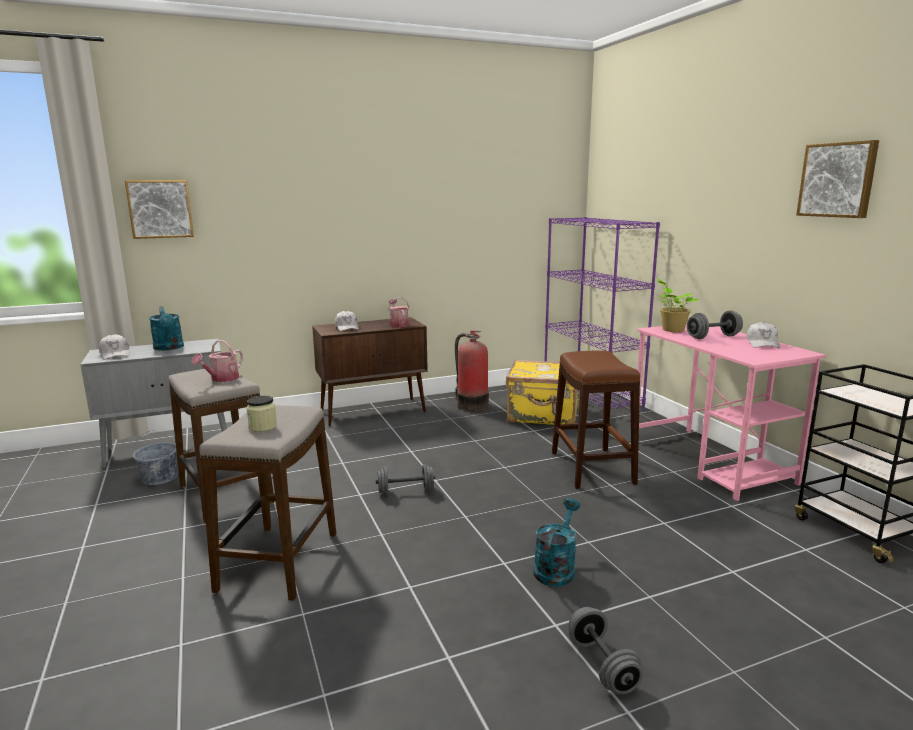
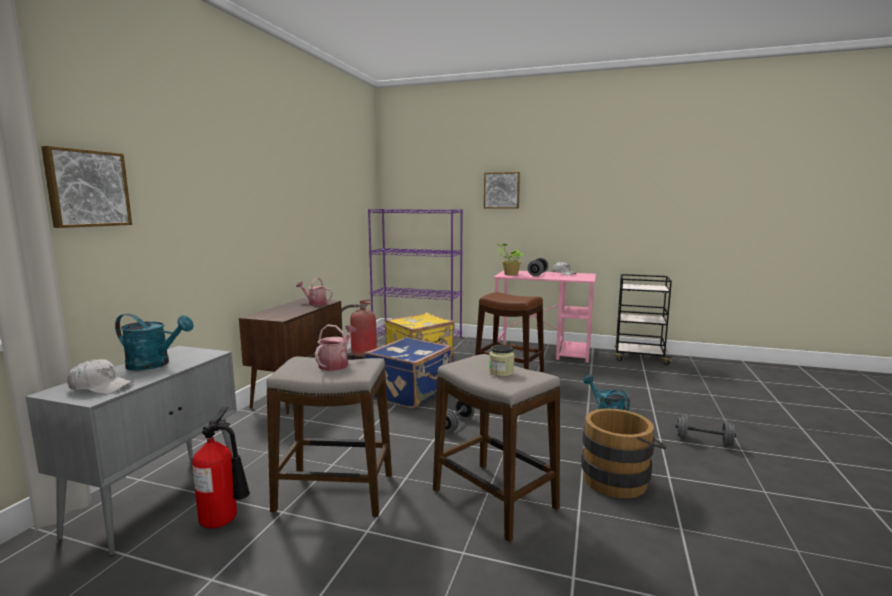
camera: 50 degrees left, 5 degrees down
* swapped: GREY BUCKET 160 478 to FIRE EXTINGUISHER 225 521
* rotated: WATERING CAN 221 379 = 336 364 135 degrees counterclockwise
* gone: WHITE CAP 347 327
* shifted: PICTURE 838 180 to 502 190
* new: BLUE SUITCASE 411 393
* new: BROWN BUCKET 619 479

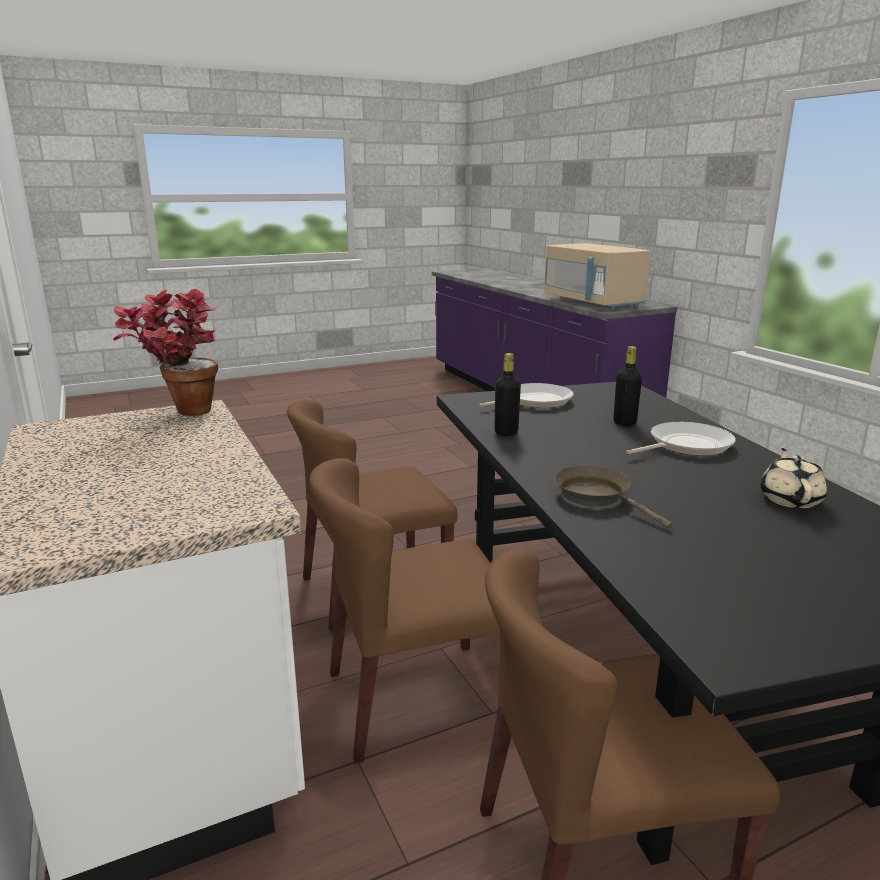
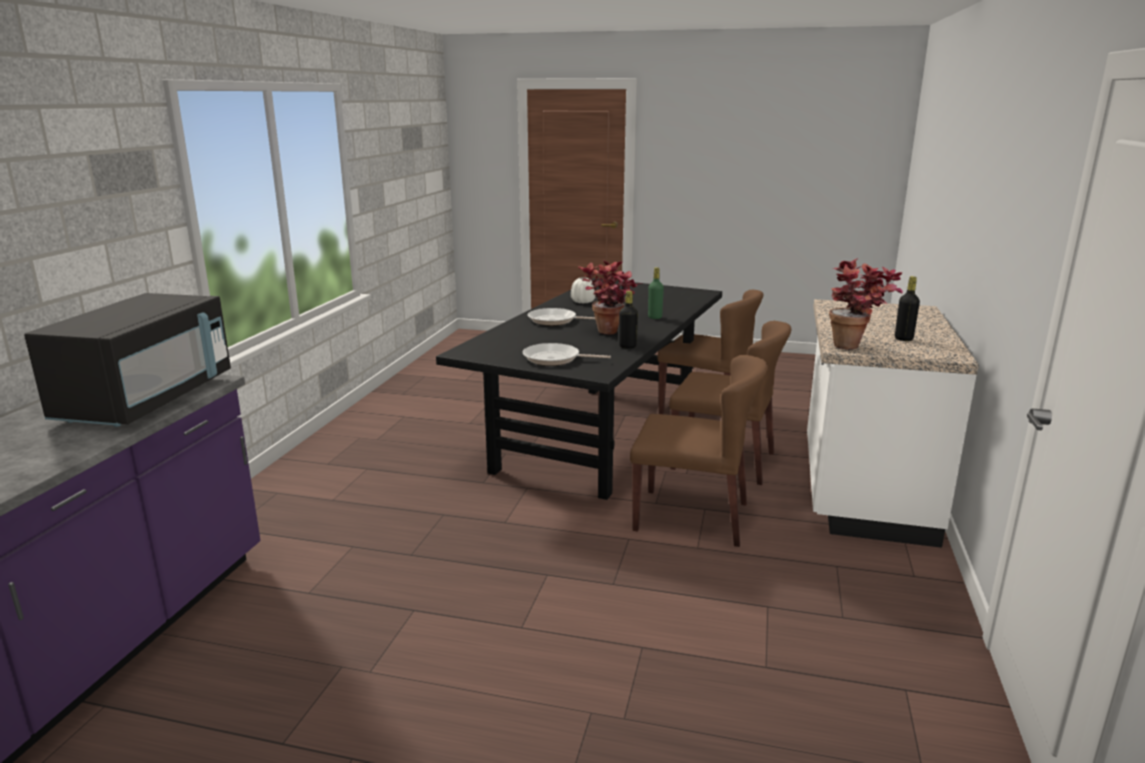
camera: 140 degrees left, 0 degrees up
* repainted: BEIGE MICROWAVE 592 303 to BLACK MICROWAVE 148 400
* swapped: BROWN FRYING PAN 597 497 to GREEN BOTTLE 655 317
* shifted: BLACK BOTTLE 624 423 to 903 339
* swapped: BEIGE TEAPOT 790 499 to WHITE VASE 583 302
* new: POTTED PLANT 610 334

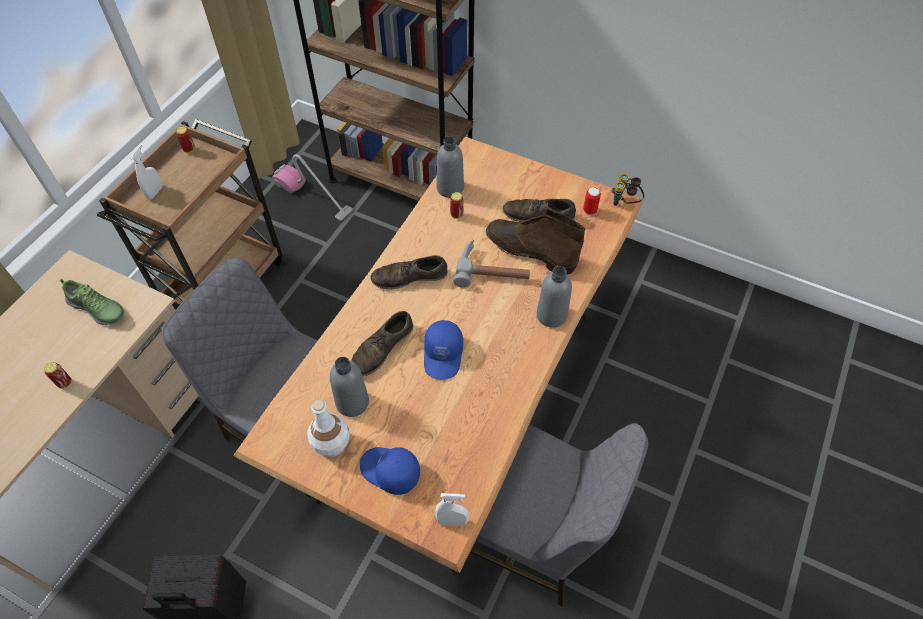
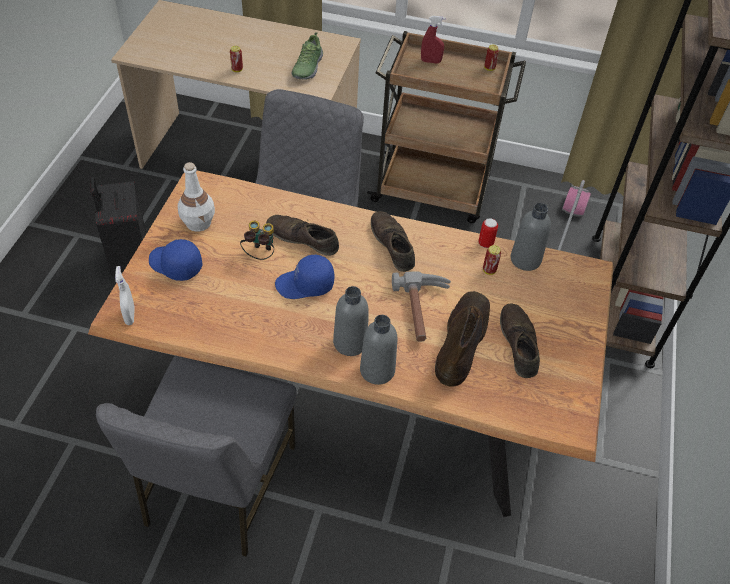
camera: 75 degrees right, 5 degrees down
* repainted: WHITE SPRAY BOTTLE 155 192 to RED SPRAY BOTTLE 431 61
* shifted: GREY BOTTLE 352 402 to 350 342
* rotated: BLUE CAP 389 472 = 175 265 75 degrees counterclockwise
* shifted: CAN 589 210 to 485 243
* shifted: BINOCULARS 625 203 to 259 254

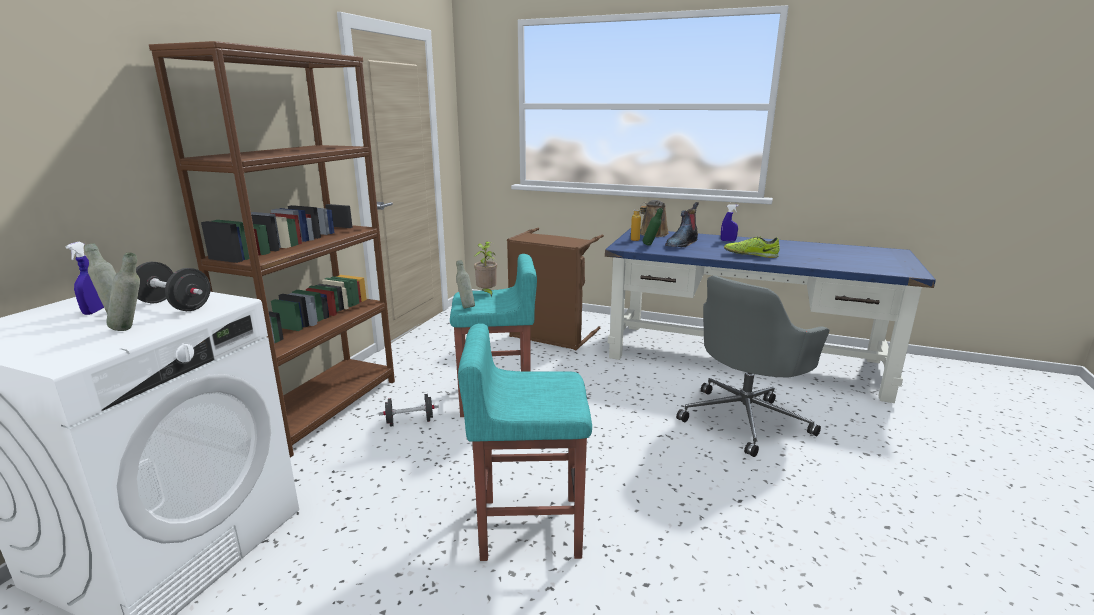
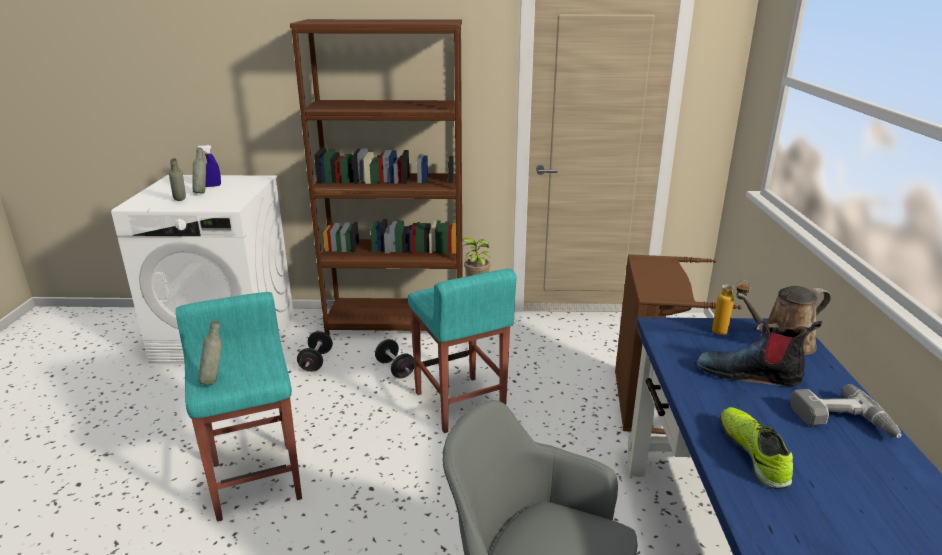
camera: 70 degrees right, 5 degrees up
* shifted: BLACK DUMBBELL 175 306 to 316 361
* shifted: GREY BOTTLE 465 307 to 214 380
* gone: GREEN BOTTLE 651 245
* swapped: BLUE SPRAY BOTTLE 728 241 to POWER DRILL 842 422

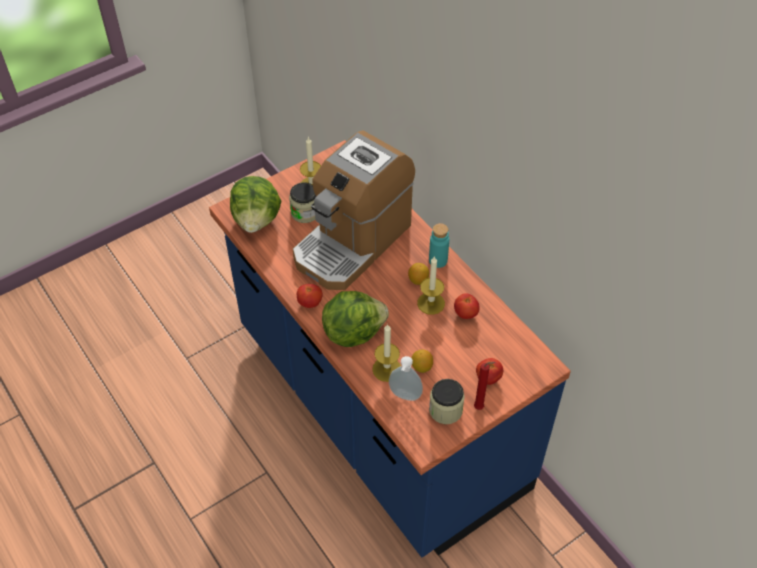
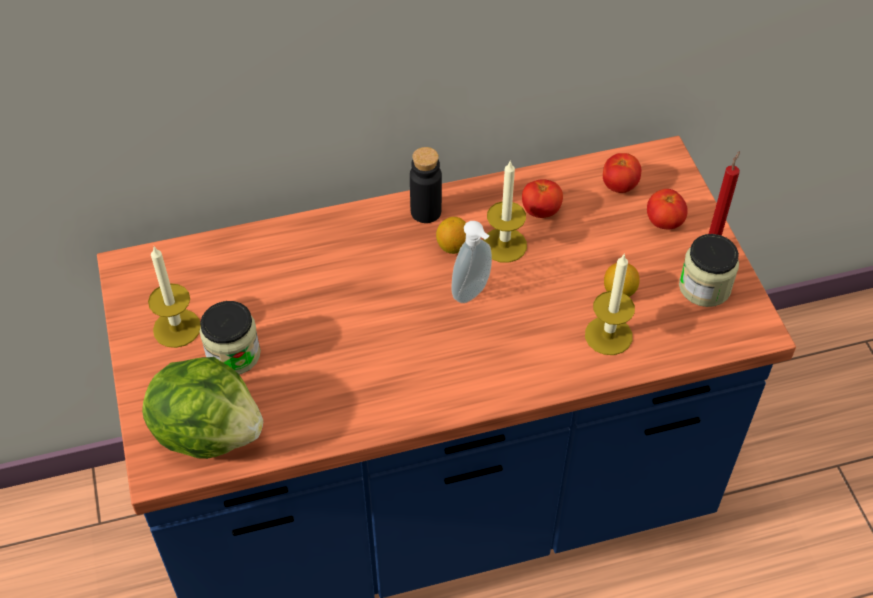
camera: 70 degrees left, 0 degrees up
* gone: COFFEE MACHINE 352 241
* shifted: TOMATO 310 303 to 619 186
* gone: LETTUCE 353 332
* shifted: SOAP DISPENSER 404 396 to 473 293
* repainted: TURQUOISE BOTTLE 438 260 to BLACK BOTTLE 426 211

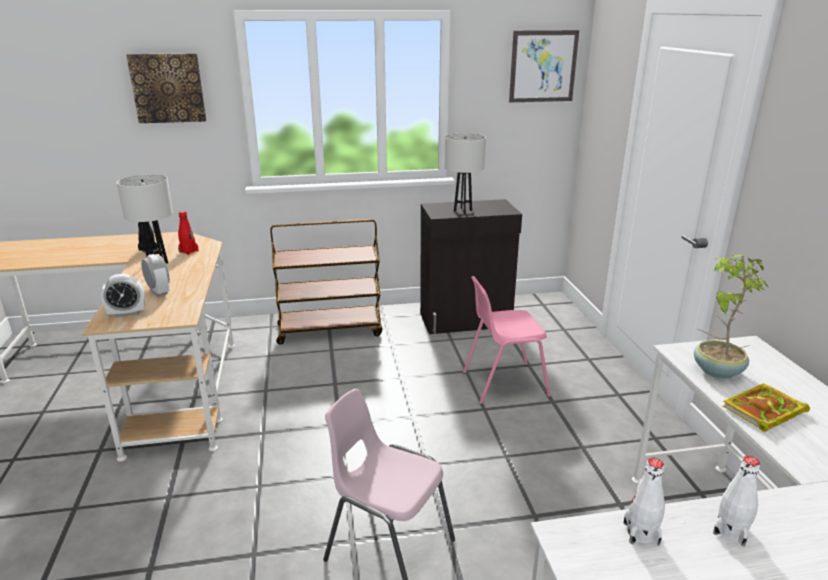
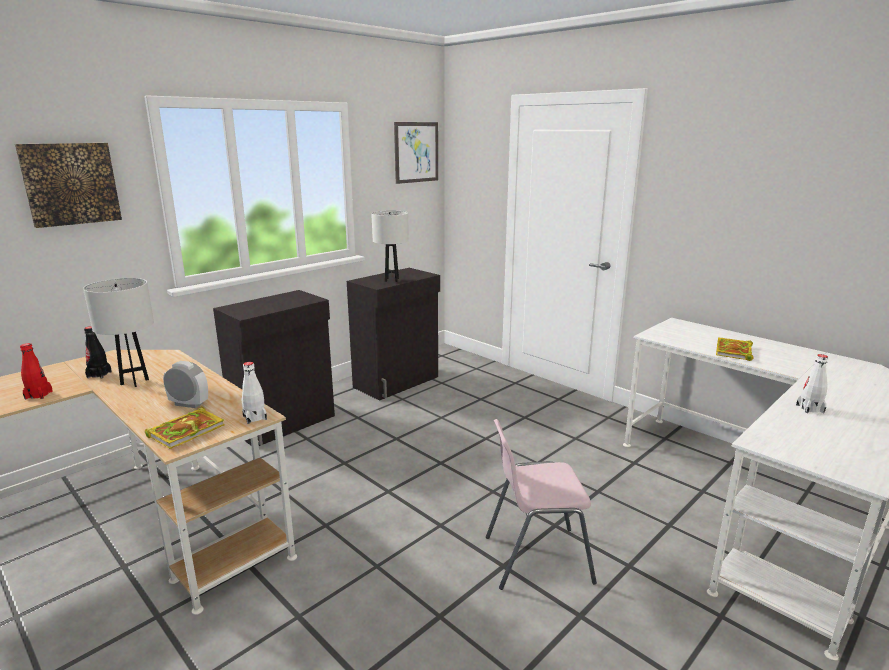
camera: 35 degrees left, 5 degrees down
* swapped: ALARM CLOCK 127 313 to BOOK 187 430
* shifted: RED BOTTLE 189 251 to 38 395
* swapped: BROWN CART 330 330 to BLACK CABINET 285 423
* gone: PINK CHAIR 503 383
* shifted: WHITE BOTTLE 641 533 to 255 417
* gone: POTTED PLANT 715 370

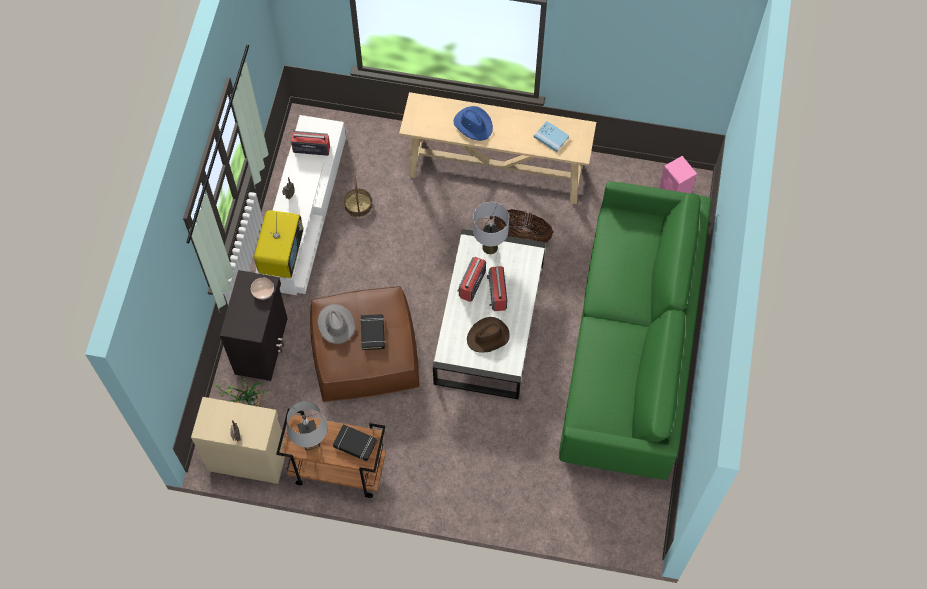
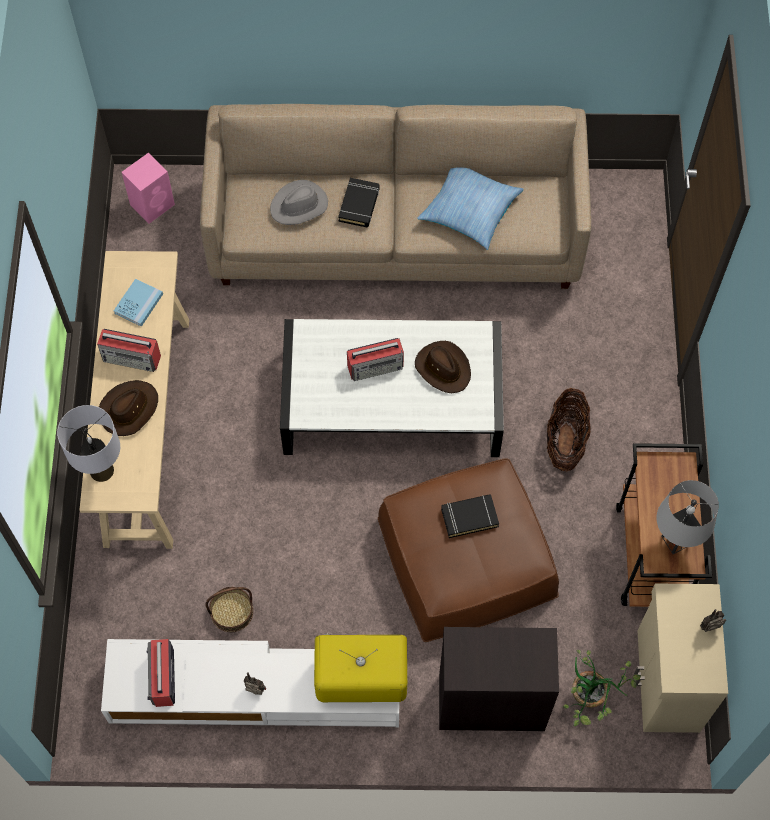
camera: 100 degrees left, 0 degrees up
* gone: BOWL 262 291
* shifted: GREY HAT 336 324 to 299 205
* shifted: BLACK BOOK 355 444 to 359 205
* repainted: BLUE HAT 473 124 to BROWN HAT 129 409
* shifted: RADIO 472 284 to 132 358
* shifted: GREY TABLE LAMP 490 247 to 101 470
* shifted: BASKET 522 235 to 565 441
* repainted: GREEN SOFA 630 347 to BEIGE SOFA 395 231
* new: PILLOW 470 209

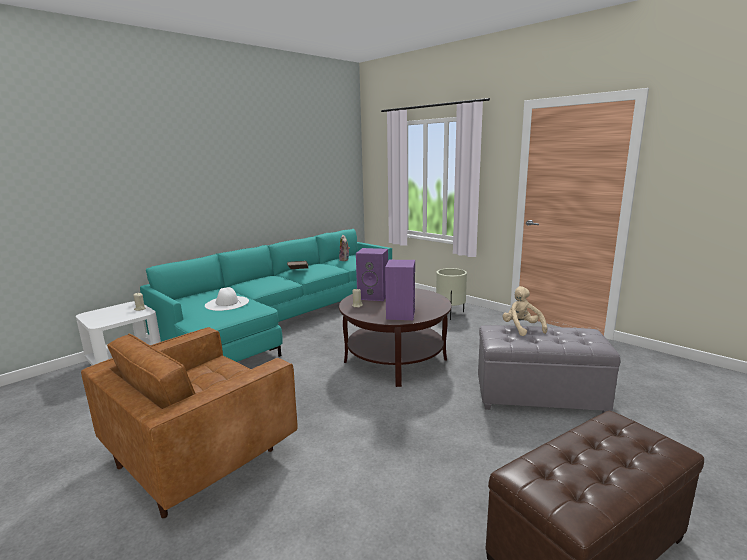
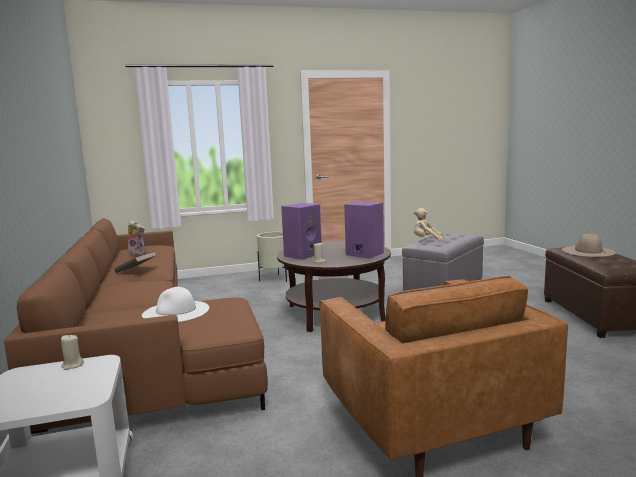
camera: 60 degrees left, 5 degrees down
* repainted: TURQUOISE SOFA 281 320 to BROWN SOFA 140 345
* new: BEIGE HAT 588 251

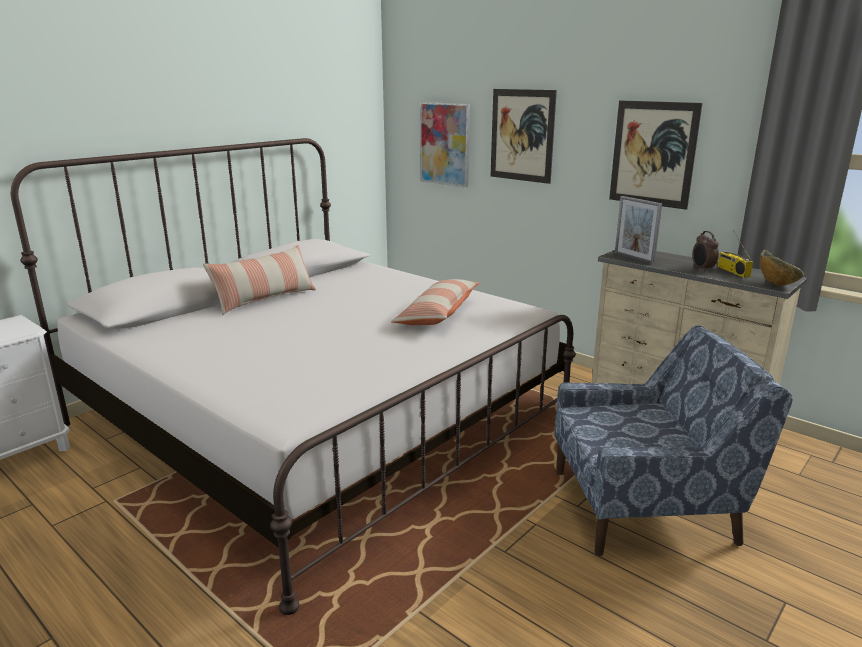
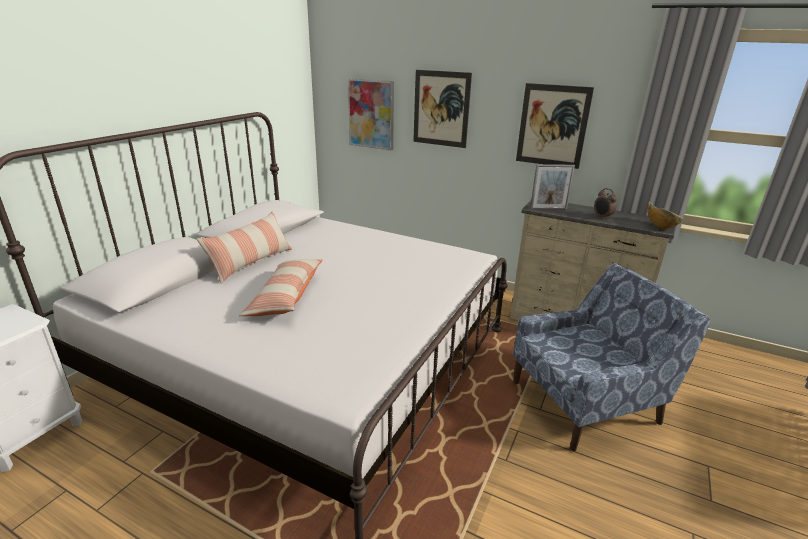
camera: 15 degrees left, 5 degrees up
* shifted: PILLOW 438 314 to 286 296
* rotated: PICTURE FRAME 633 258 = 548 209 45 degrees counterclockwise
* gone: RADIO 732 271

